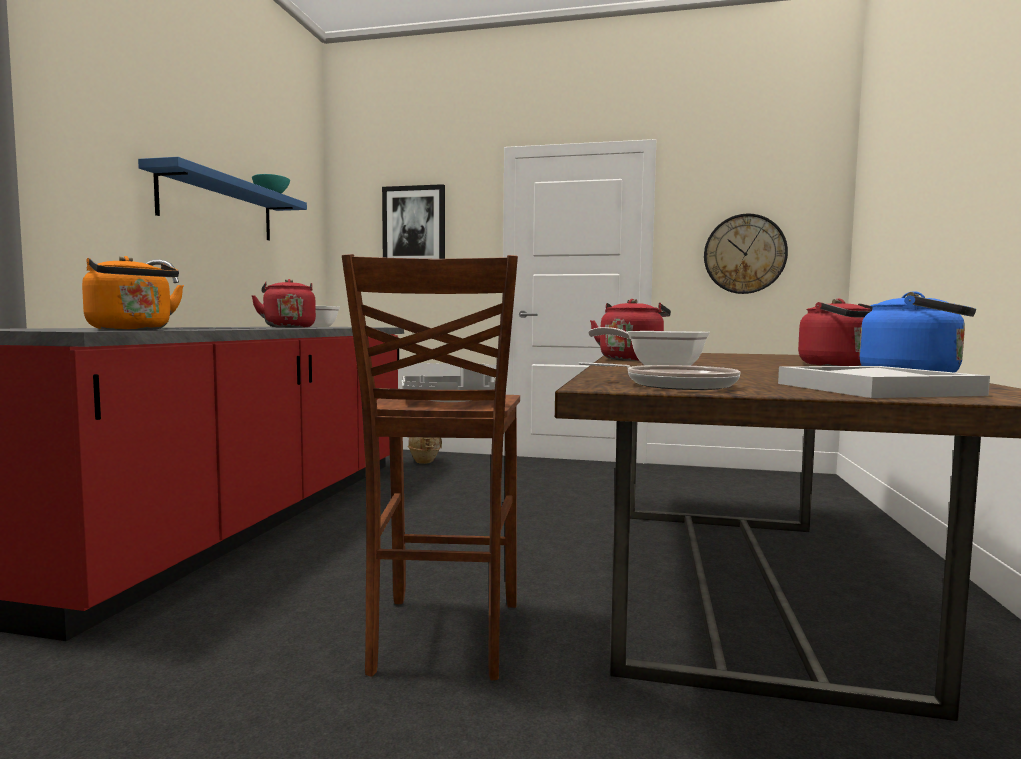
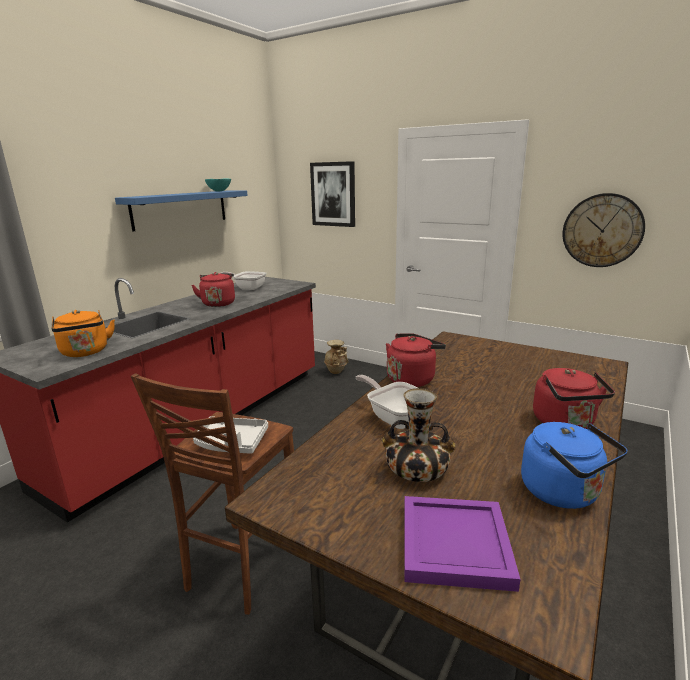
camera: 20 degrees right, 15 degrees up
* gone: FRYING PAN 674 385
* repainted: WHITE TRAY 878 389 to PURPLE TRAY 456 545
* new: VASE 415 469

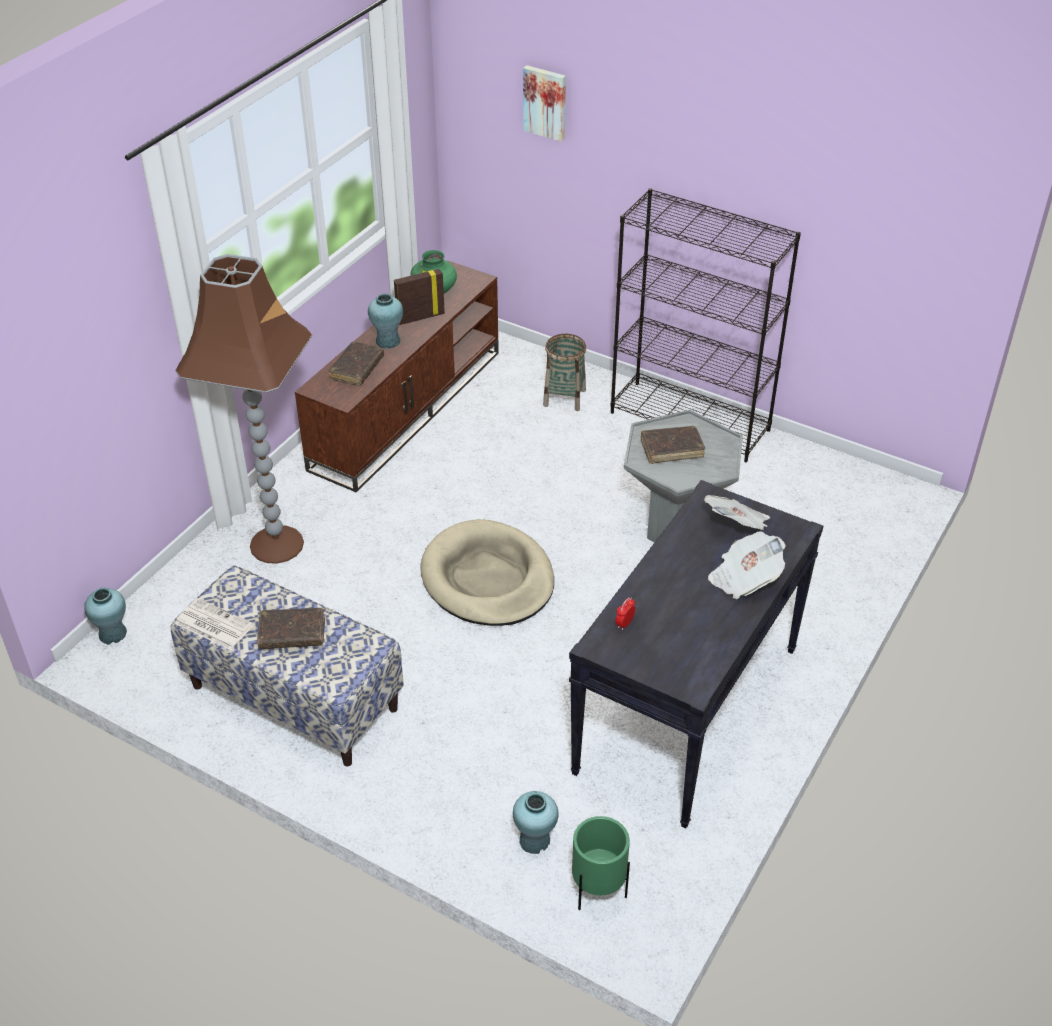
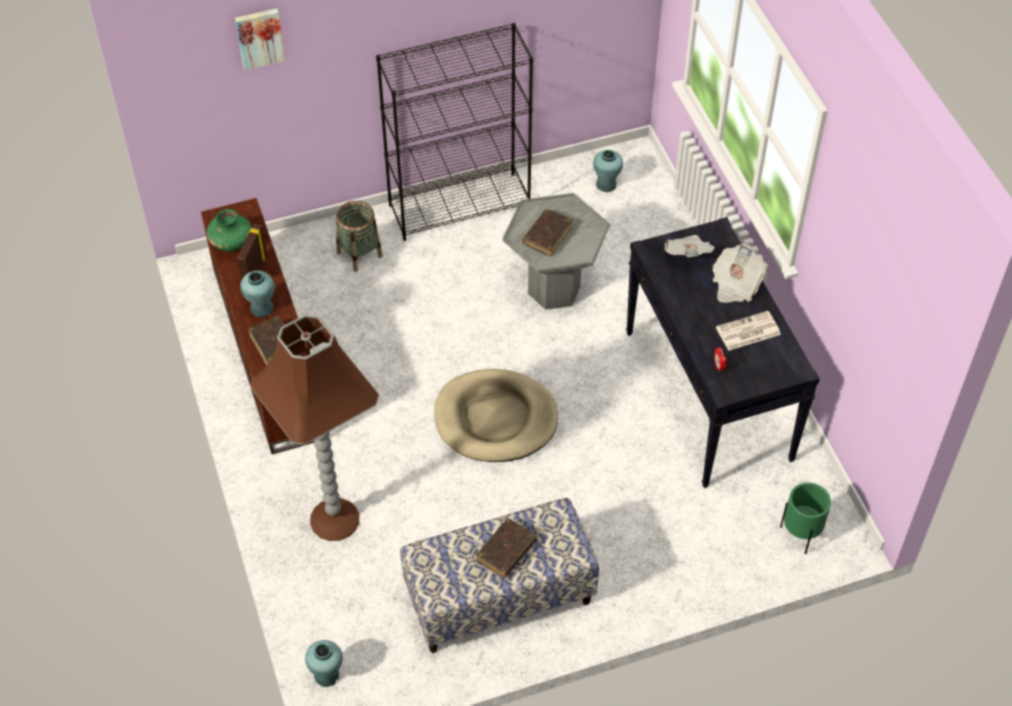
camera: 50 degrees left, 10 degrees up
* shifted: NEWSPAPER 212 624 to 747 332
* shifted: TURQUOISE VASE 535 840 to 606 184

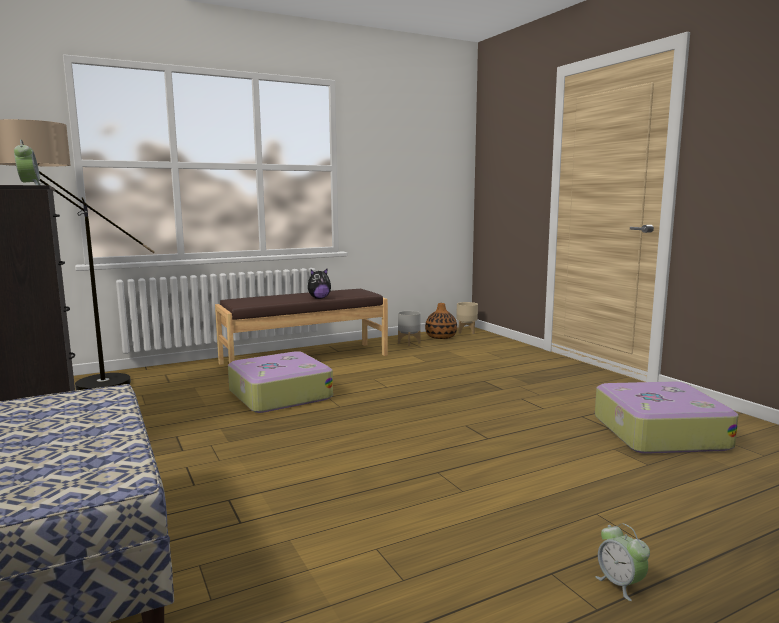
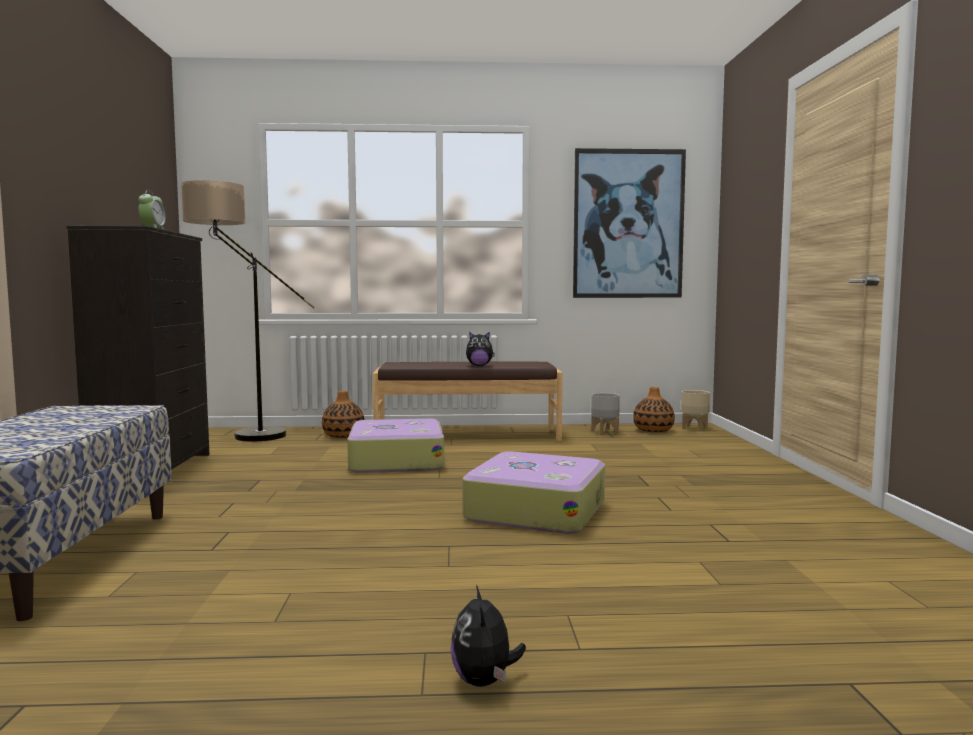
camera: 25 degrees right, 5 degrees down
* shifted: SUITCASE 657 432 to 535 510
* swapped: ALARM CLOCK 620 584 to PLUSH TOY 485 681
* new: VASE 343 435
* new: PICTURE 628 224

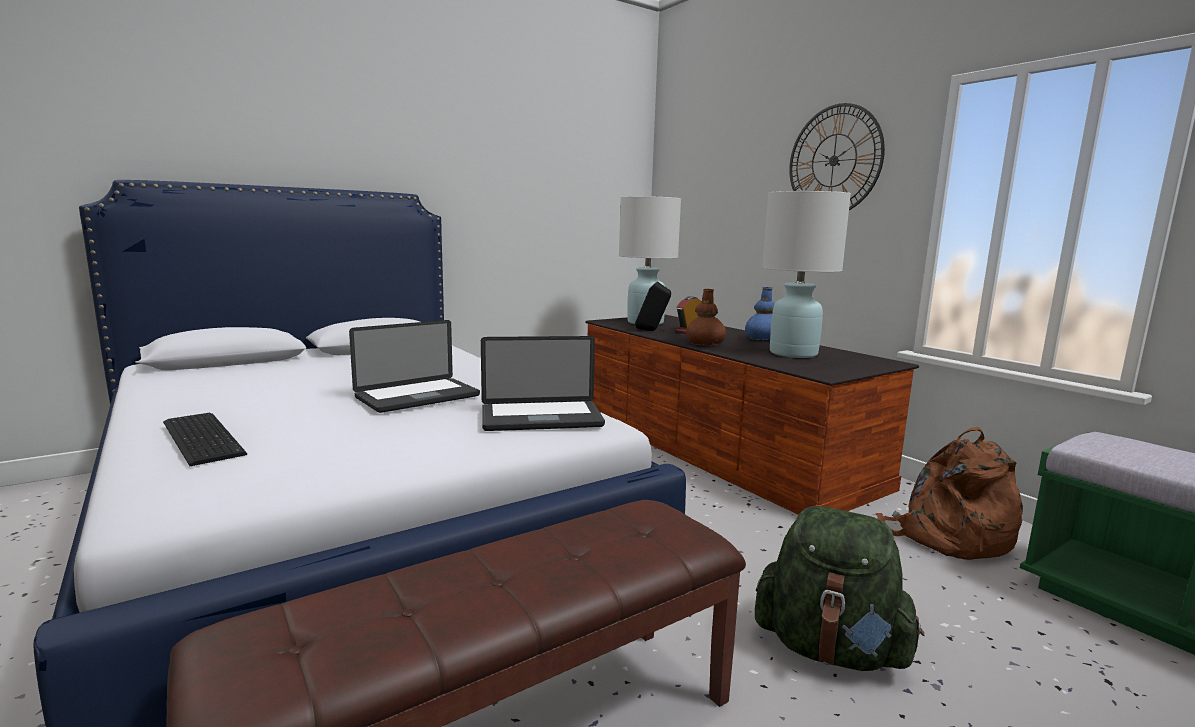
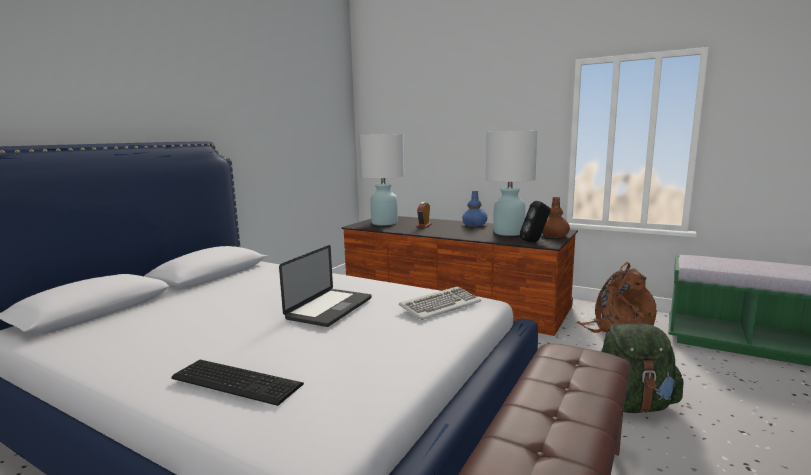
camera: 25 degrees left, 0 degrees up
* swapped: LAPTOP 541 418 to KEYBOARD 440 306
* shifted: BLACK SPEAKER 652 331 to 535 241
* shifted: BROWN VASE 705 343 to 554 236
* gone: WALL CLOCK 834 160

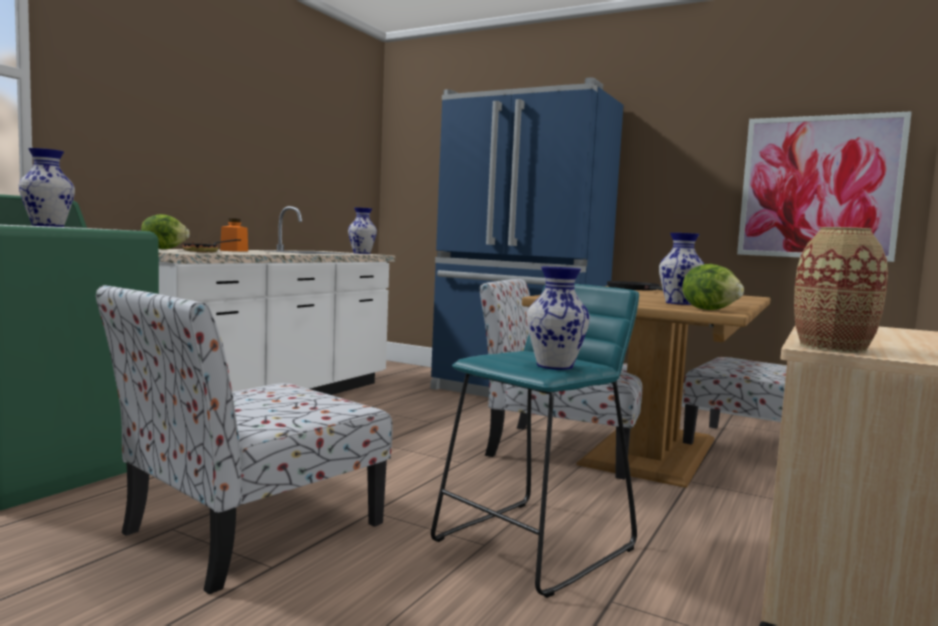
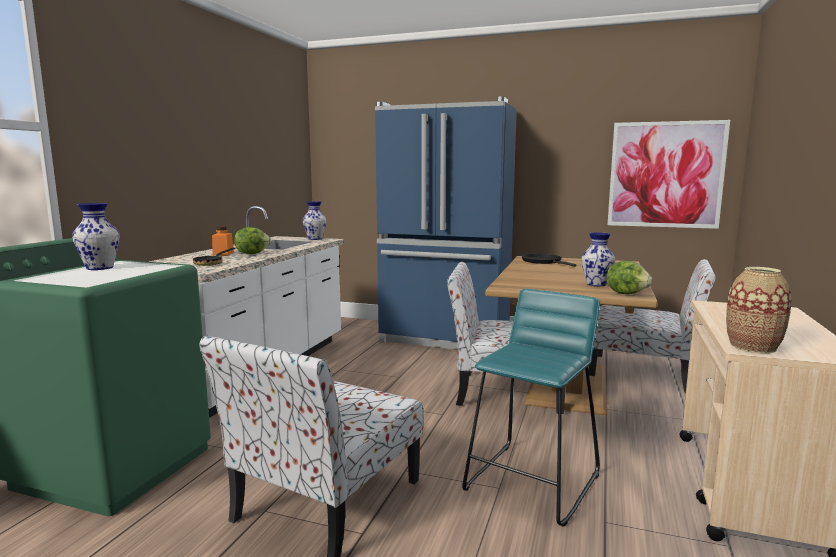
camera: 10 degrees left, 5 degrees up
* shifted: LETTUCE 164 249 to 252 254
* gone: VASE 553 366

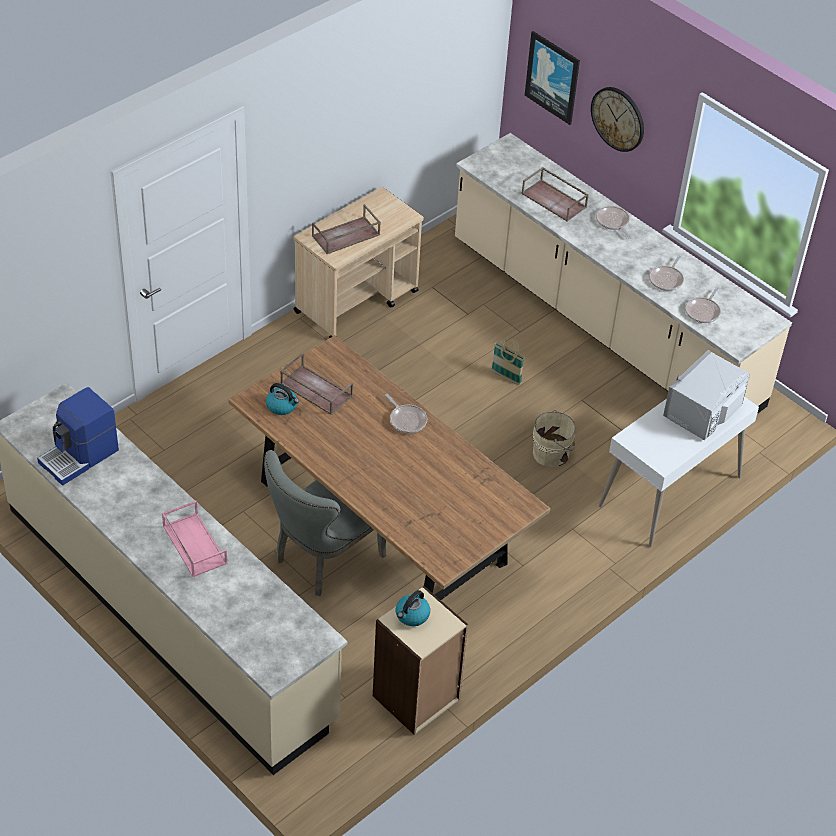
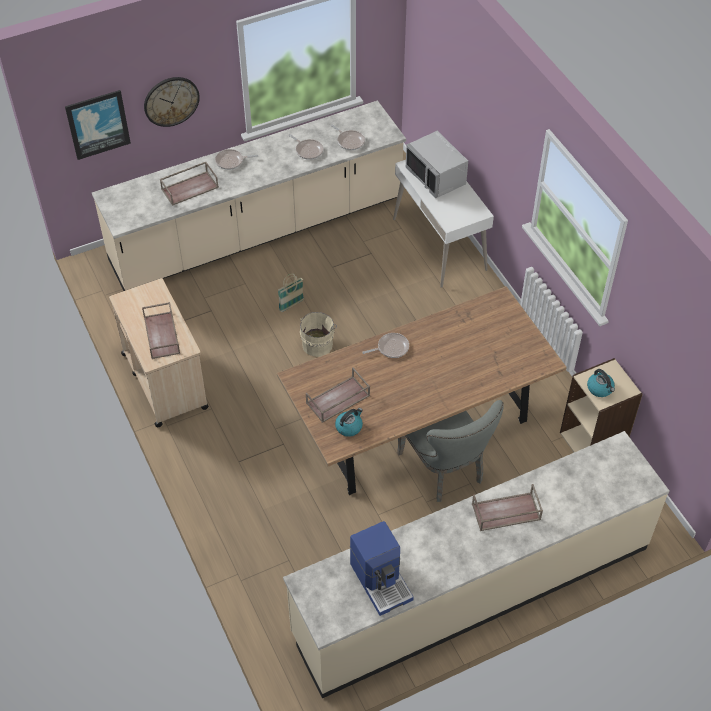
camera: 70 degrees left, 5 degrees up
* repainted: PINK TRAY 193 544 to BROWN TRAY 505 512
* shifted: BEIGE BUCKET 552 453 to 318 344

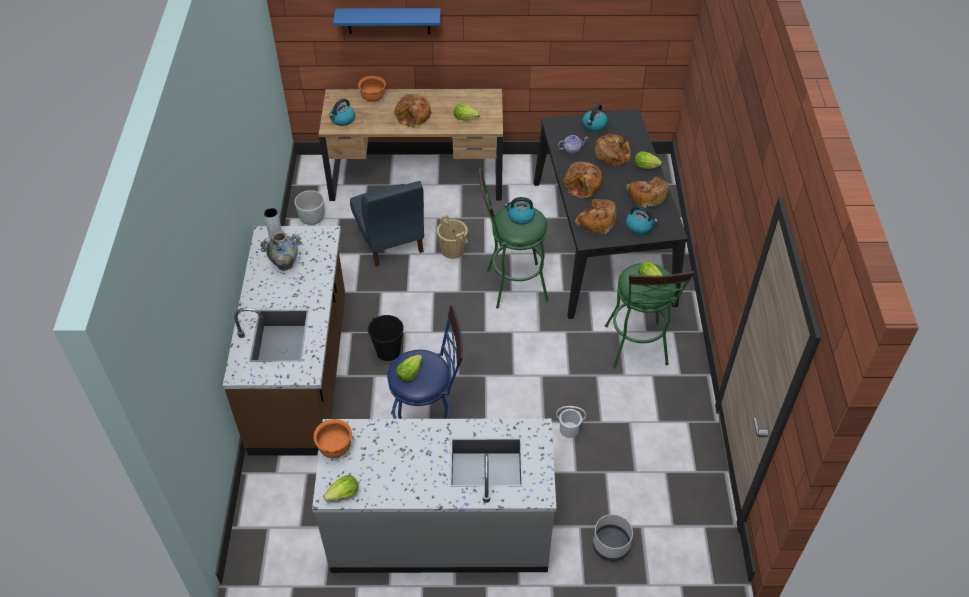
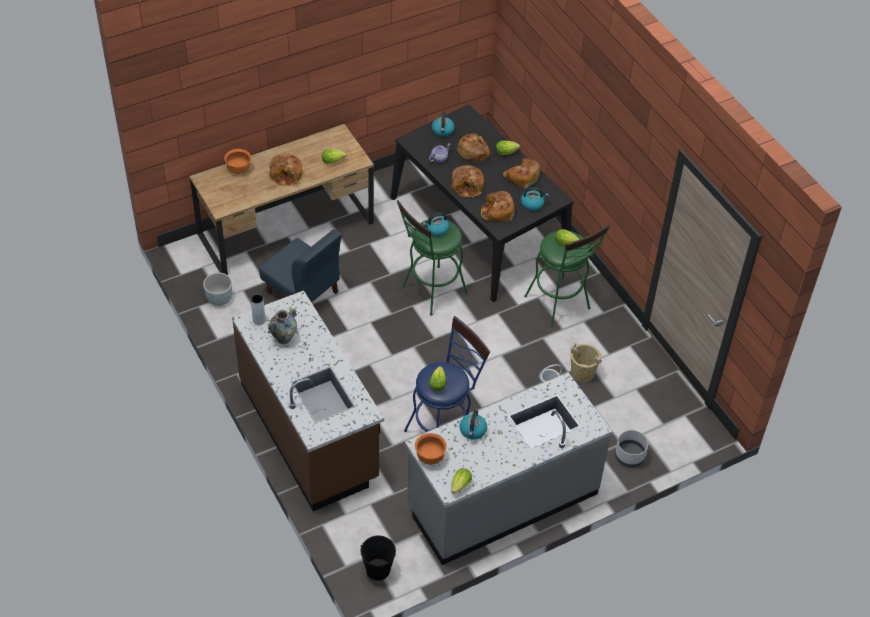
camera: 30 degrees left, 0 degrees up
* shifted: KETTLE 342 120 to 473 431
* gone: BLUE SHELF 388 20
* shifted: BLACK BUCKET 388 351 to 378 569
* shifted: BEIGE BUCKET 452 250 to 582 372

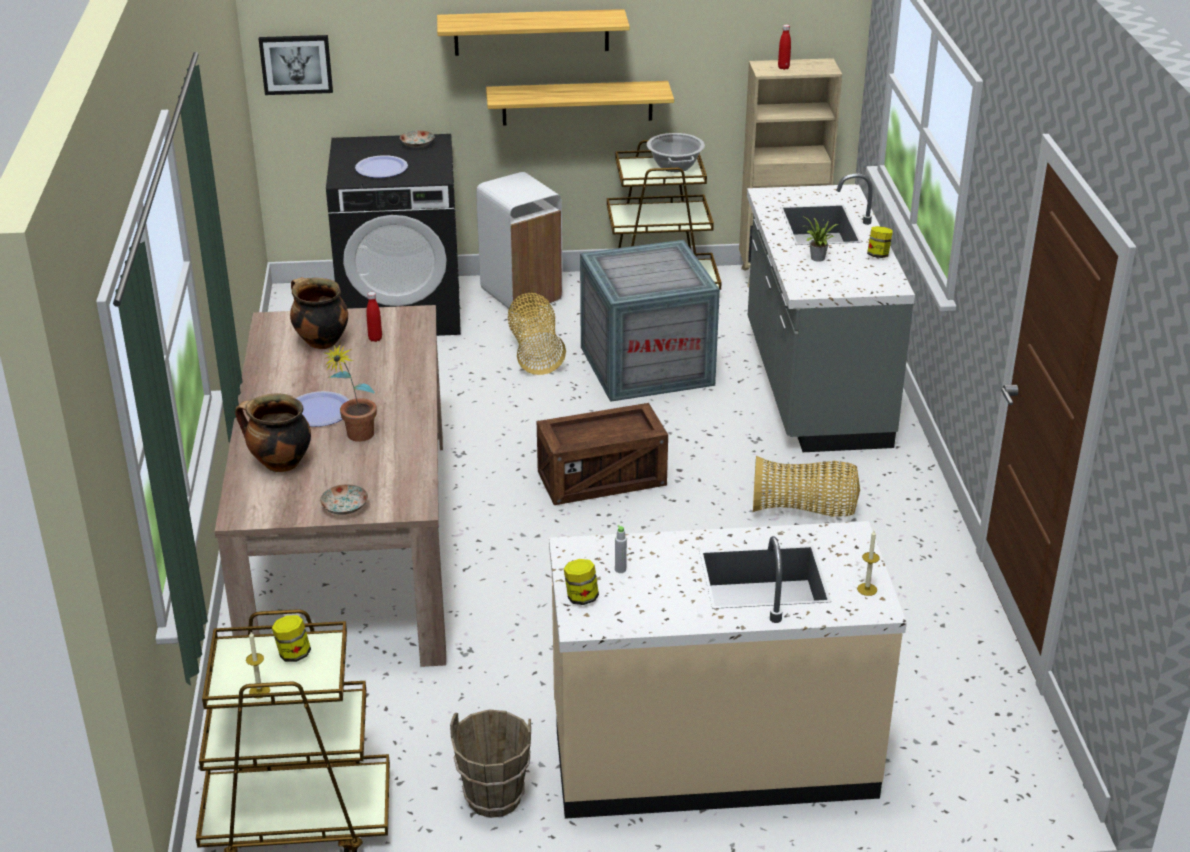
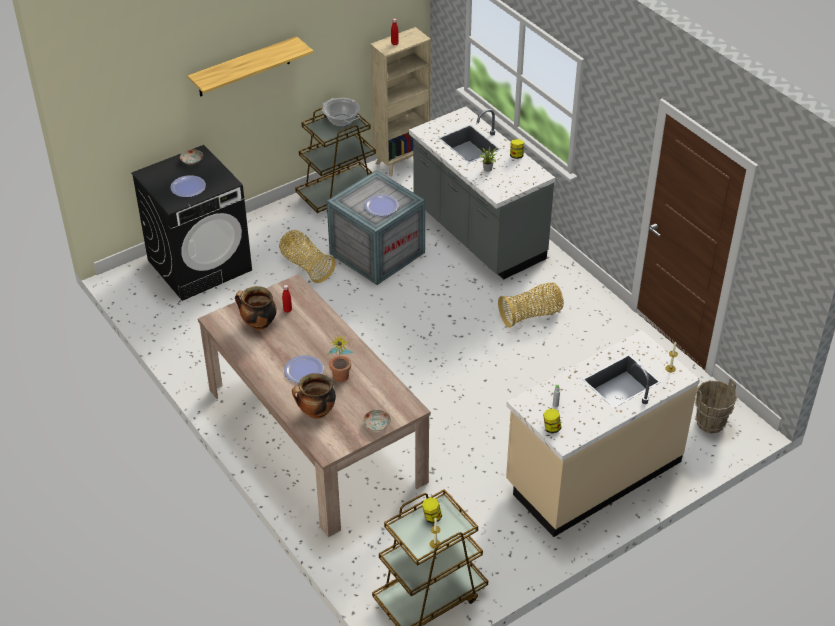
camera: 30 degrees left, 10 degrees up
* gone: PICTURE 296 64
* shifted: BROWN BUCKET 494 798 to 710 423
* gone: WHITE TRASH CAN 521 294
* gone: SHELF 577 103
* gone: CRATE 602 479
* new: PLATE 381 206

